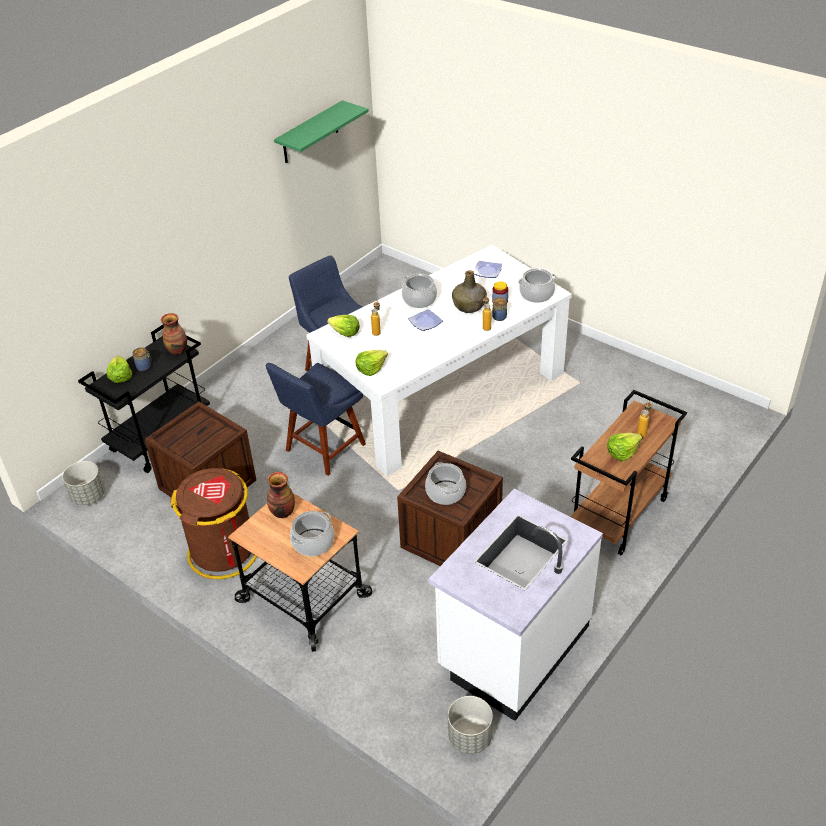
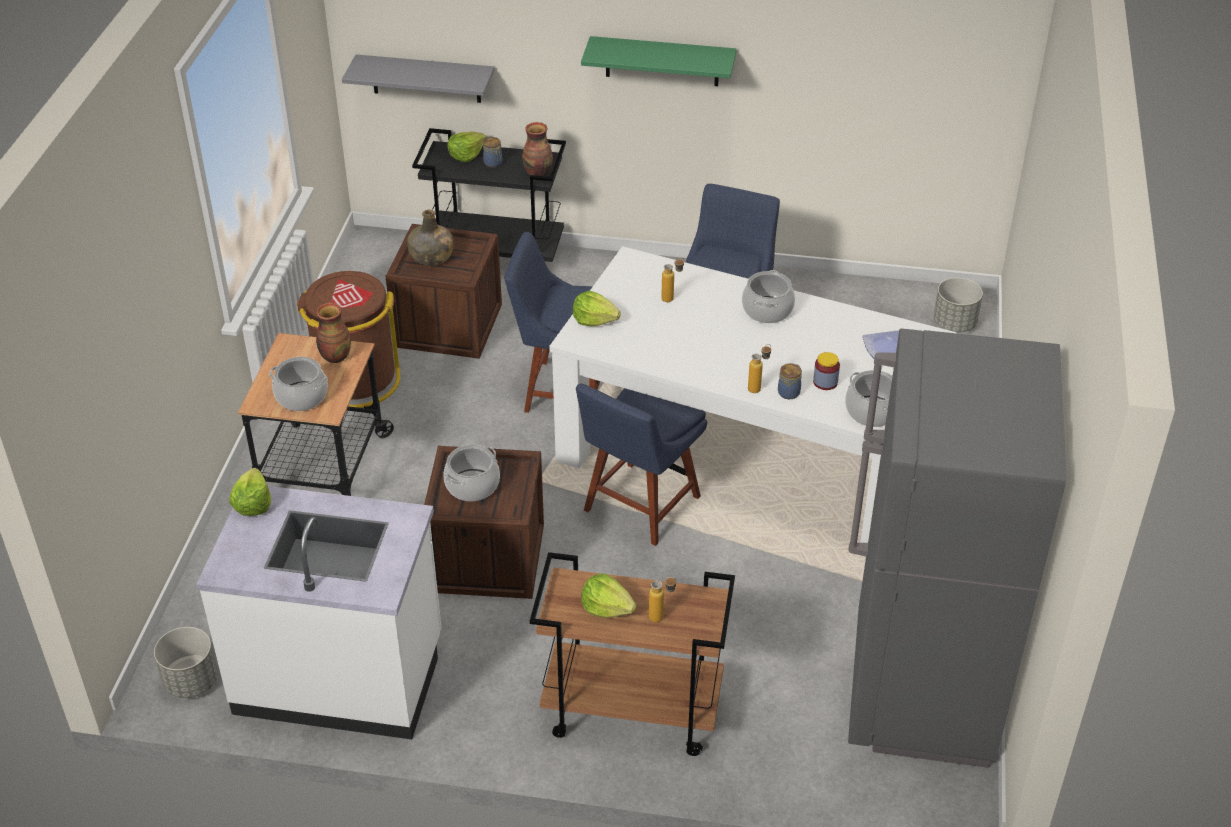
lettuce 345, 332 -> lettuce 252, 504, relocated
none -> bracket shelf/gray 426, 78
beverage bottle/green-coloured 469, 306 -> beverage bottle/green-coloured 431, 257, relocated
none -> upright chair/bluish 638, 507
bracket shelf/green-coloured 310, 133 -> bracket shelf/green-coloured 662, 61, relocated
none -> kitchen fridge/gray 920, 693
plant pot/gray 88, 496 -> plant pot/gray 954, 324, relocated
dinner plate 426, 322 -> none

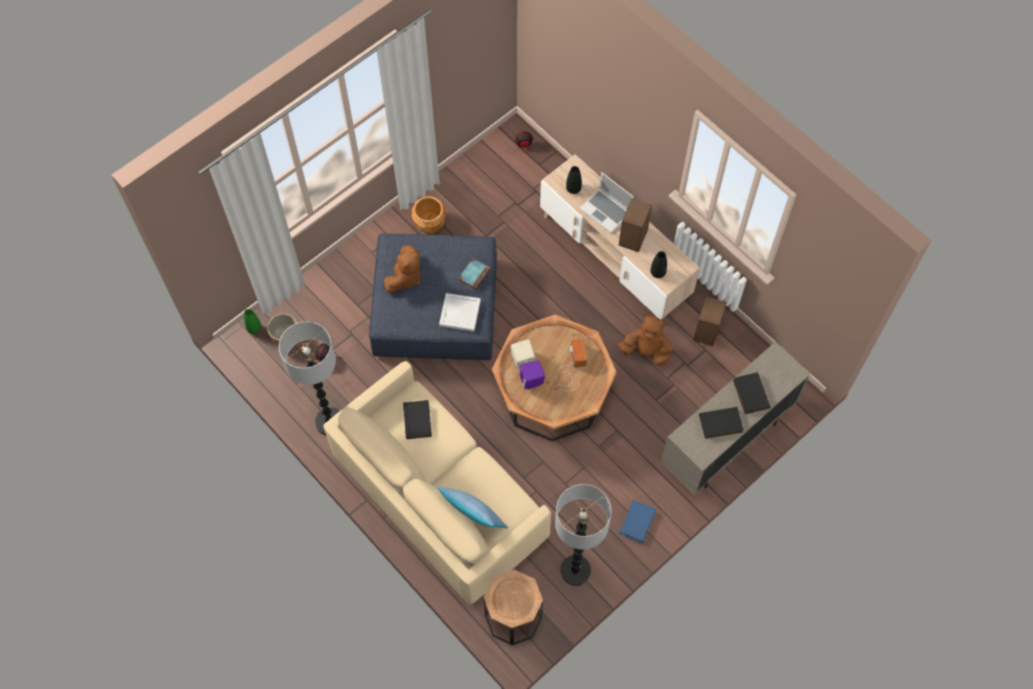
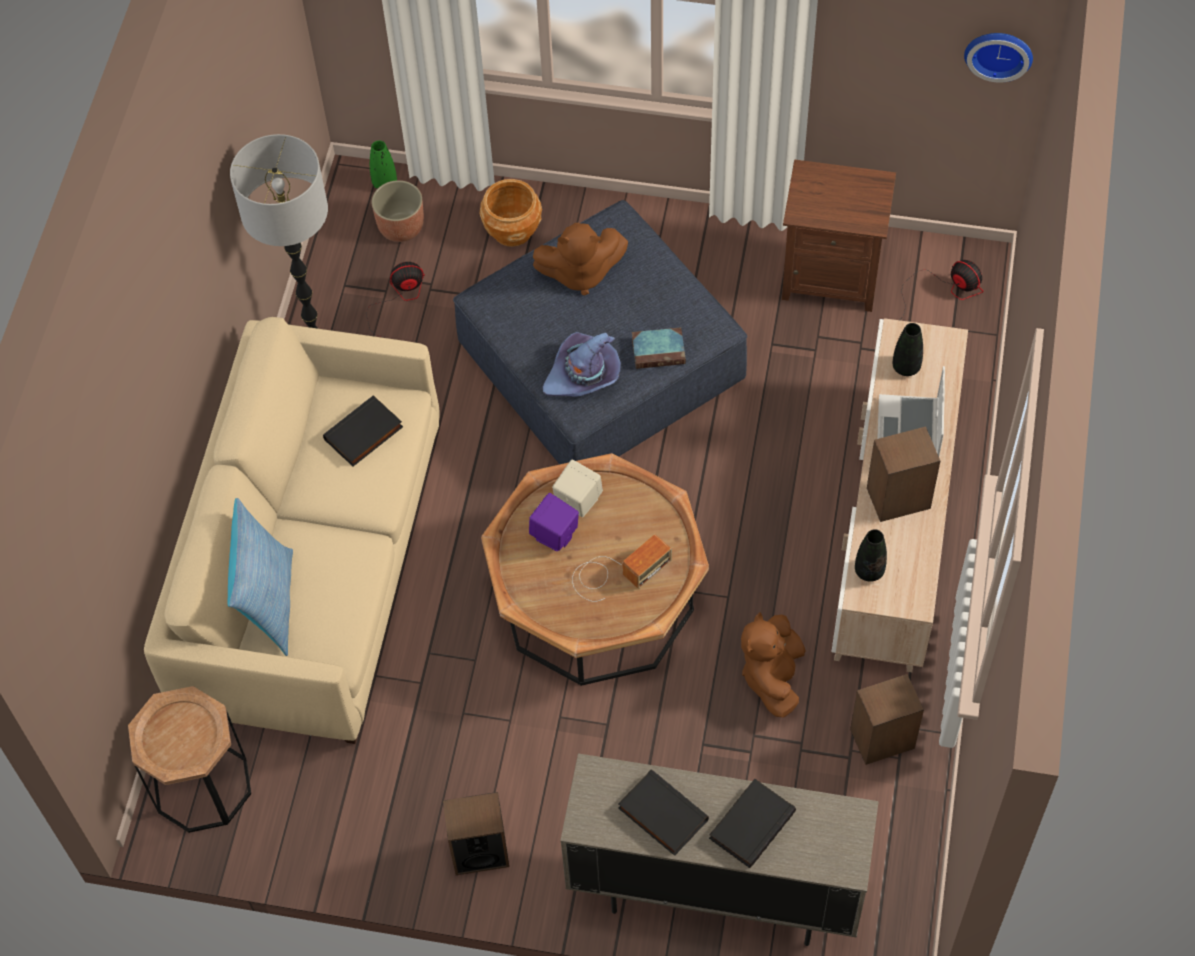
volume/bluish 636, 521 -> audio speaker 479, 851
plant pot/brown 429, 223 -> plant pot/brown 512, 230, relocated
carrying tray/white 460, 313 -> hat/purple-coloured 584, 375
soft toy/brown 646, 351 -> soft toy/brown 772, 676, 150 degrees counterclockwise
none -> nightstand/brown 831, 276
none -> hanging clock 999, 52
floor lamp 575, 571 -> none

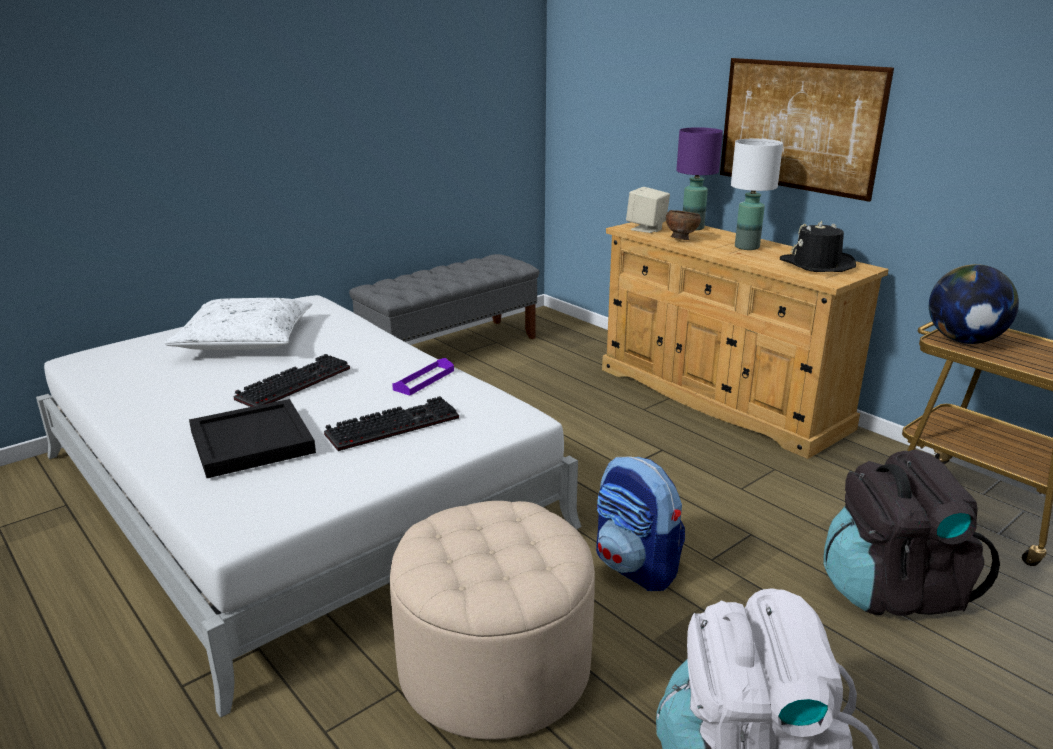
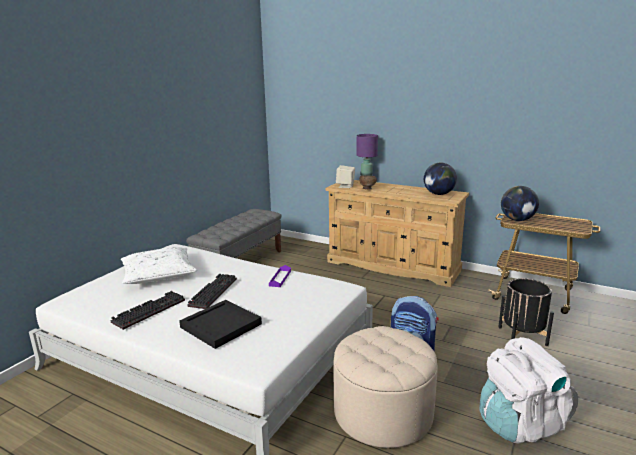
PC keyboard 394, 425 -> PC keyboard 149, 310, relocated
hat/blackish 817, 264 -> desk globe 439, 194
rucksack/blackish 892, 590 -> plant pot/blackish 522, 336
wall picture 798, 126 -> none
lamp for a table/white 746, 247 -> none

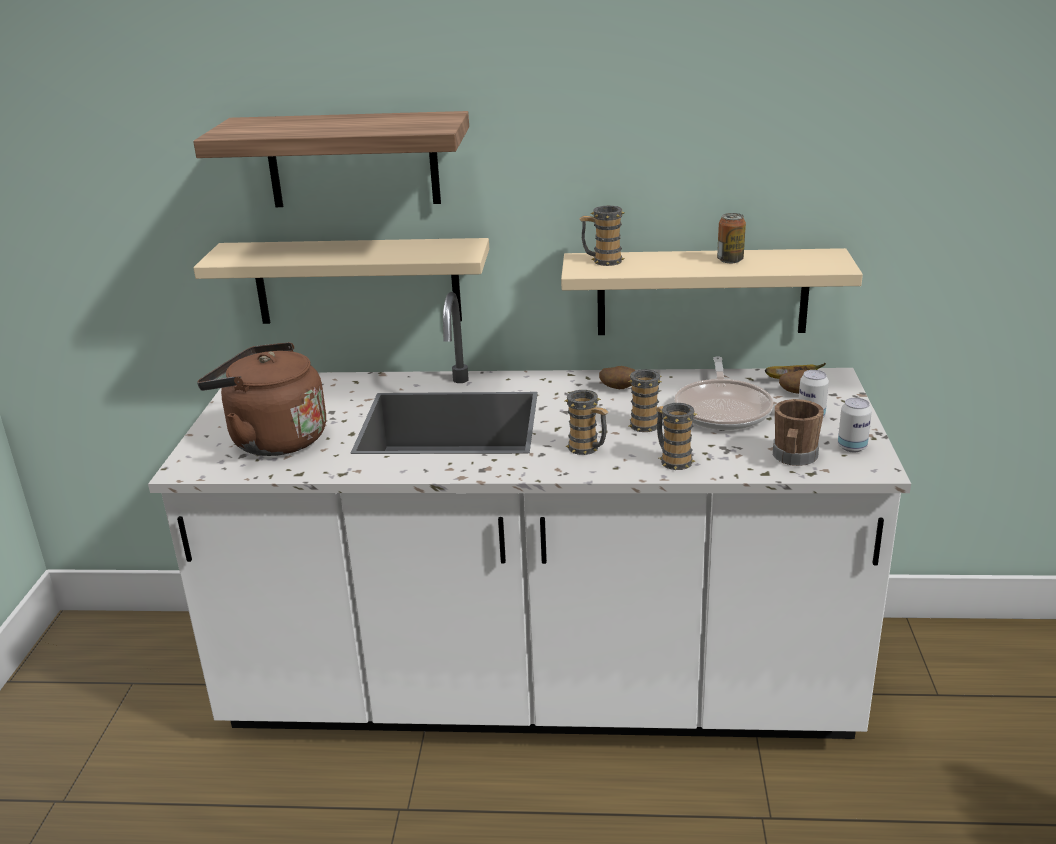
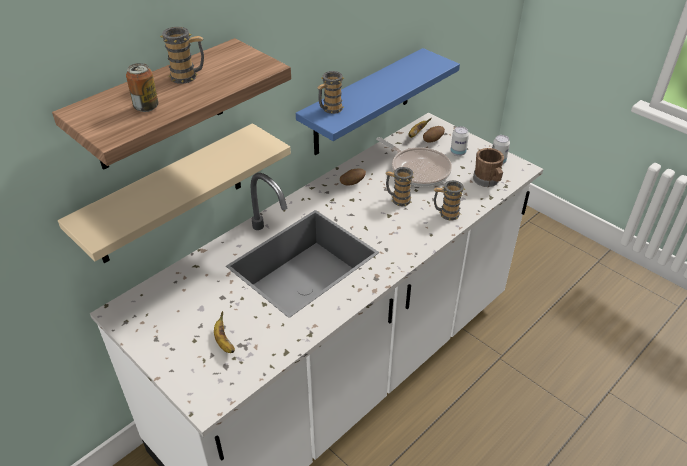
can 730, 260 -> can 146, 107, relocated
coffee mug 588, 449 -> coffee mug 188, 77, relocated
water kettle/brown 273, 440 -> banana fruit 223, 342
bracket shelf/sand-coloured 702, 292 -> bracket shelf/bluish 363, 103

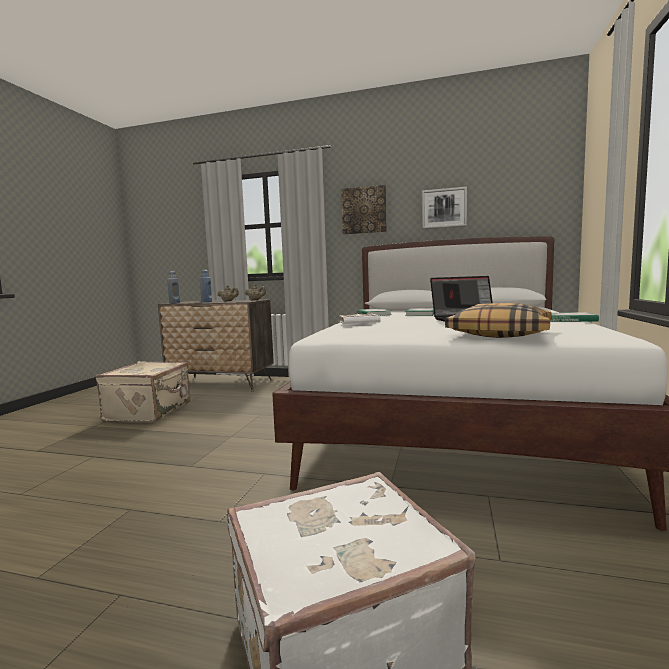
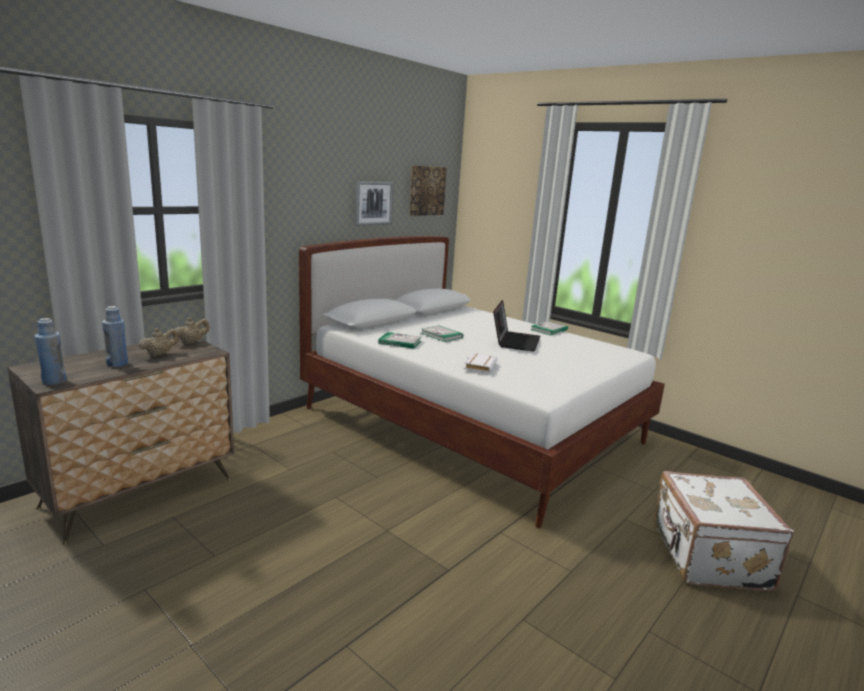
wall picture 364, 210 -> wall picture 426, 190, relocated
piece of luggage/sand-coloured 150, 412 -> none
pillow 499, 333 -> none

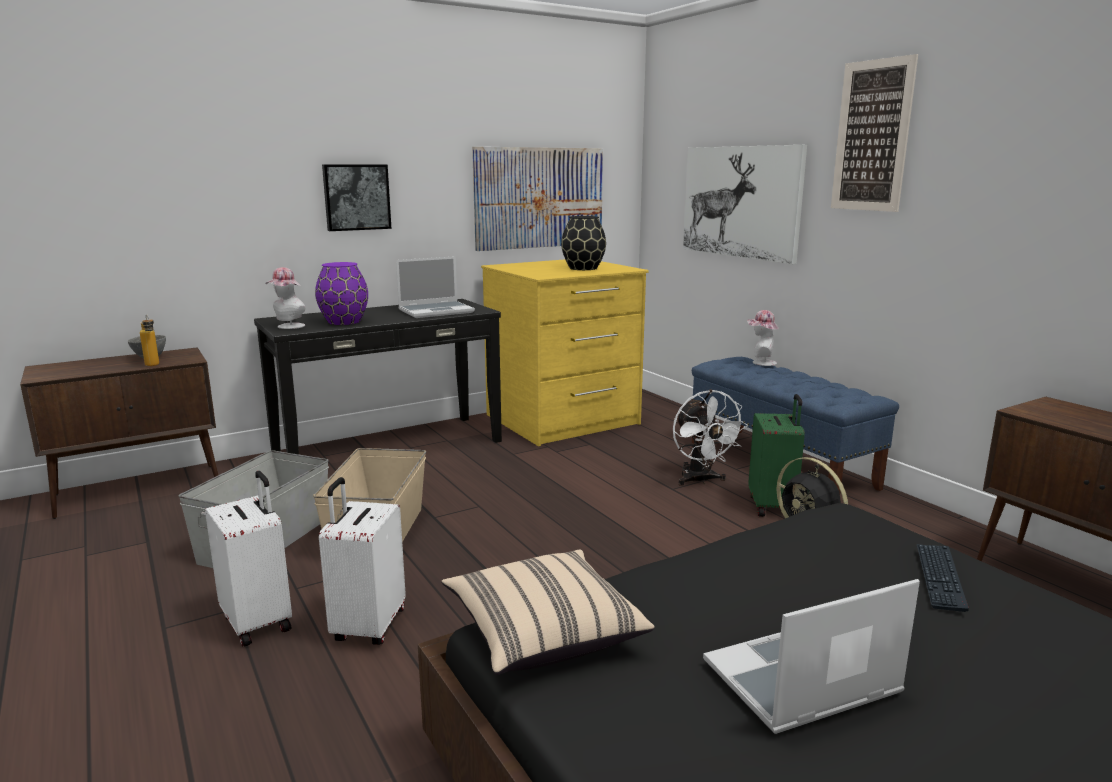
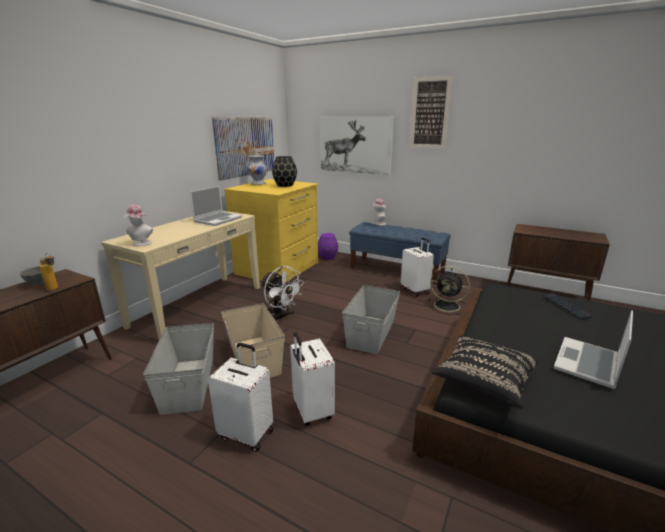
narrow table/blackish 388, 447 -> narrow table/sand-coloured 198, 306
none -> vase/white 259, 184
electric fan/white 700, 480 -> electric fan/white 281, 317, relocated
vase/purple-coloured 344, 321 -> vase/purple-coloured 327, 257, relocated
none -> storage box/gray 371, 333
piece of luggage/green-coloured 773, 506 -> piece of luggage/white 415, 290
pillow/sand-coloured 543, 633 -> pillow/blackish 483, 381
wall picture 356, 197 -> none

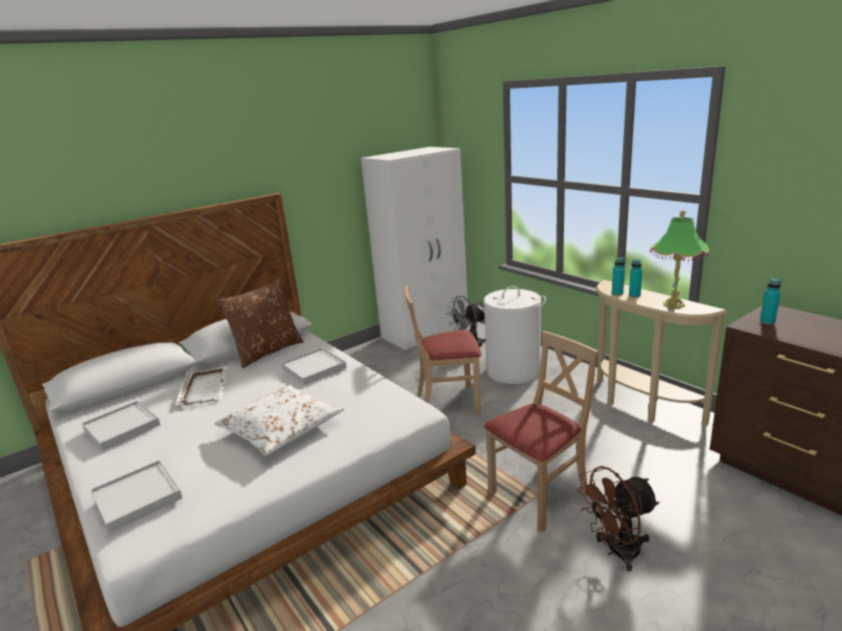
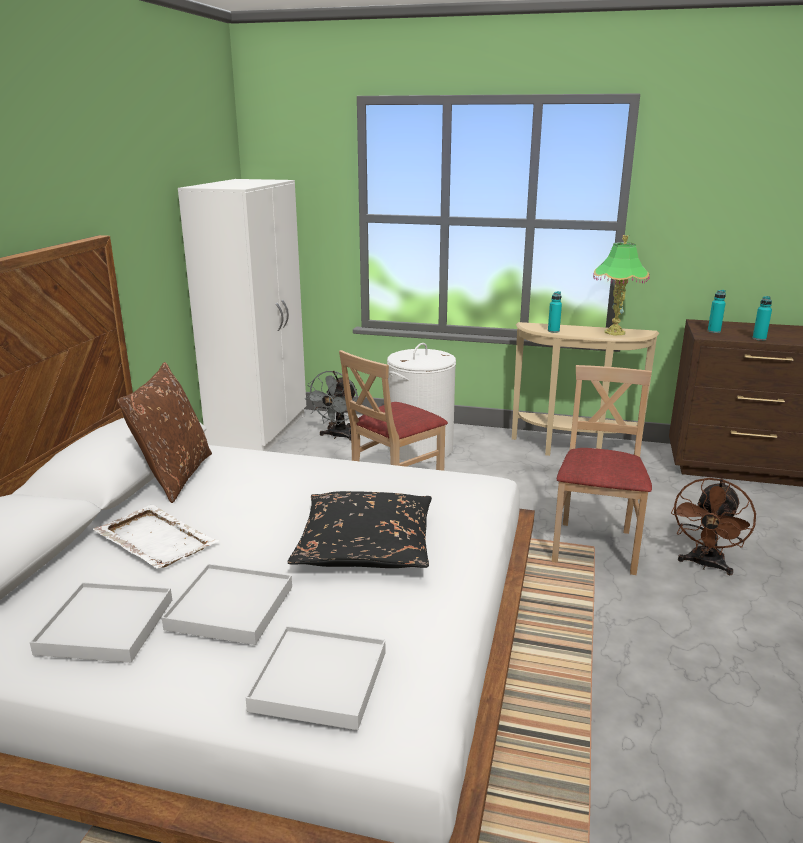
carrying tray/white 314, 368 -> carrying tray/white 230, 607, relocated
pillow/white 281, 429 -> pillow/blackish 365, 546
beverage bottle/turquoise 634, 295 -> beverage bottle/turquoise 759, 339, relocated

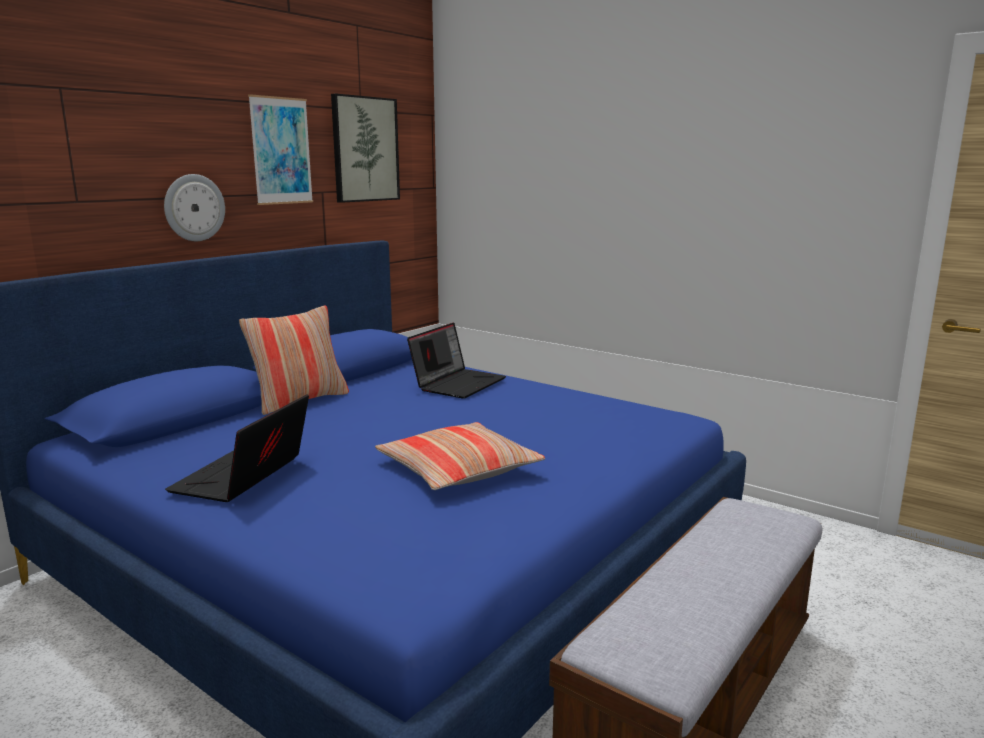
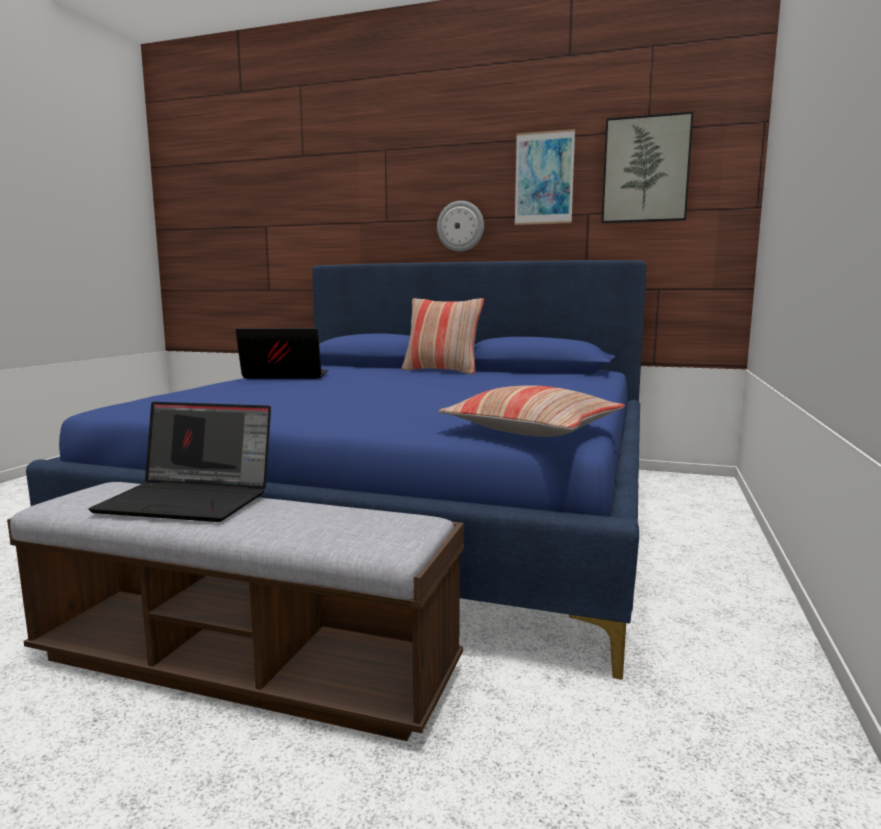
laptop 458, 383 -> laptop 191, 500, relocated
pillow 458, 470 -> pillow 533, 430, relocated

